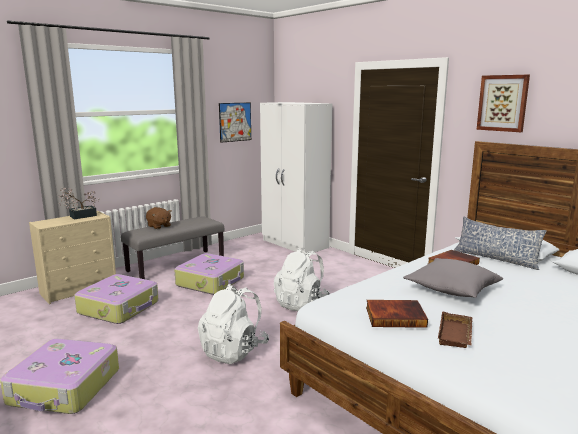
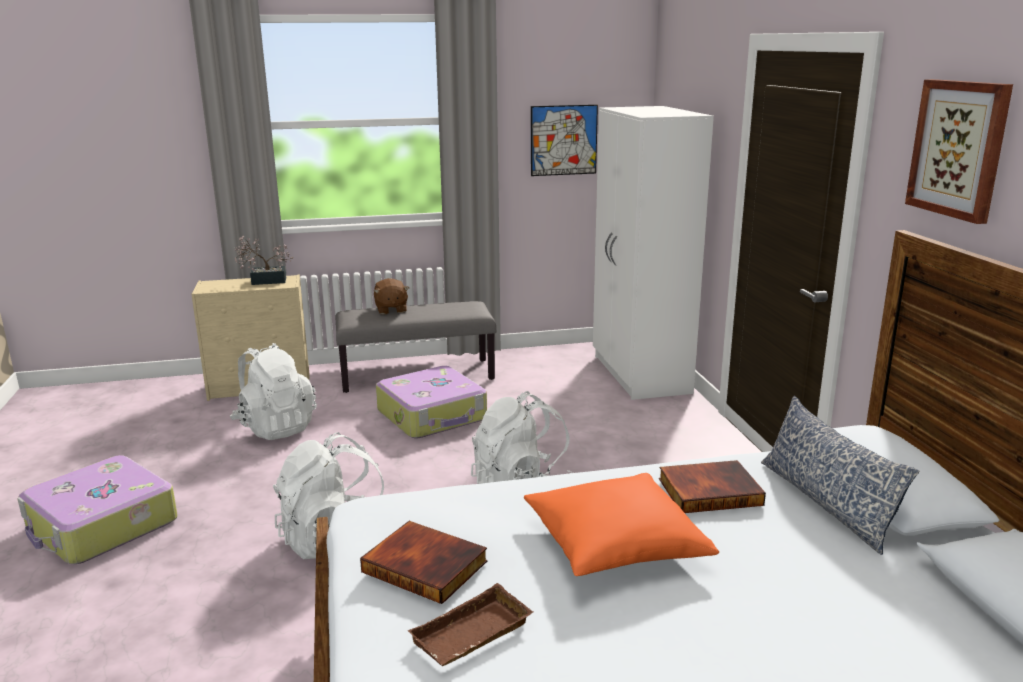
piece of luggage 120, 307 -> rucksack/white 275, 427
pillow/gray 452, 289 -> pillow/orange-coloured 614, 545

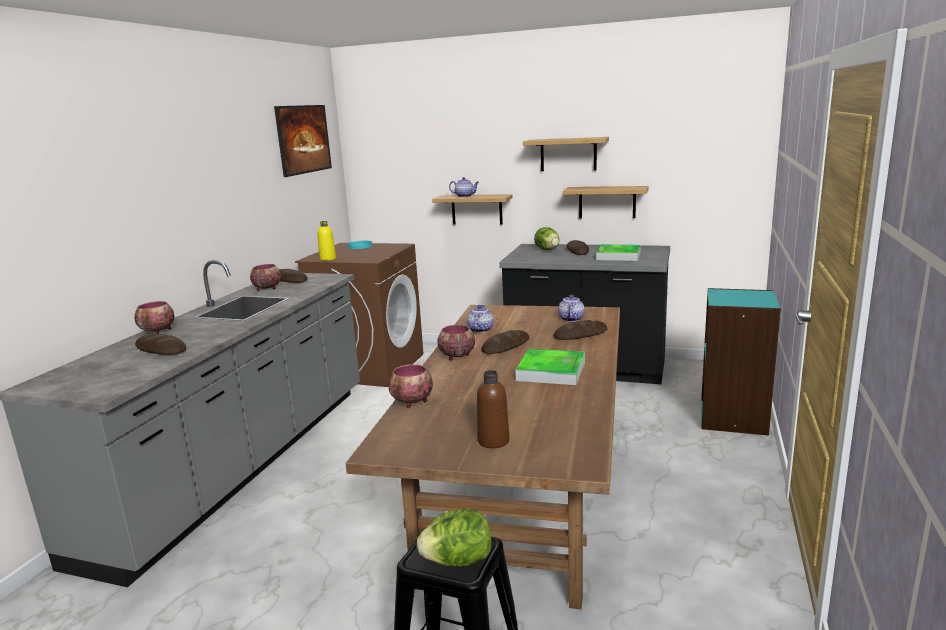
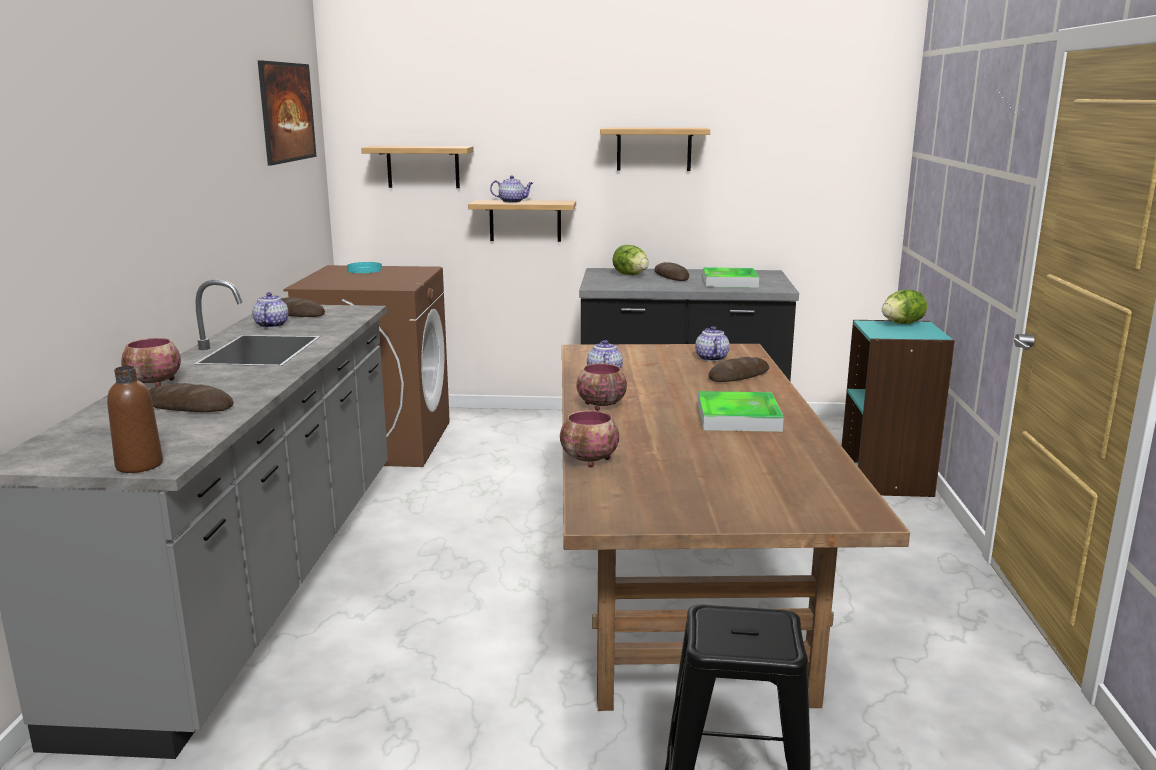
beverage bottle/brown 493, 441 -> beverage bottle/brown 139, 465, relocated
serving bowl 267, 288 -> tea pot 271, 325
bracket shelf 607, 202 -> bracket shelf 423, 167, relocated
lettuce 458, 561 -> lettuce 902, 323, relocated
beverage bottle/yellow-coloured 328, 259 -> none
bread 506, 346 -> none

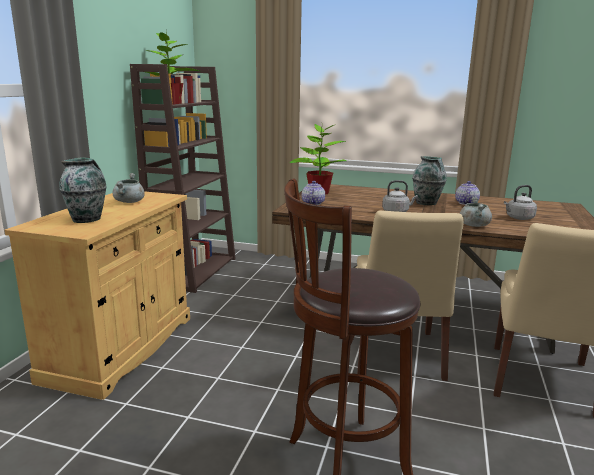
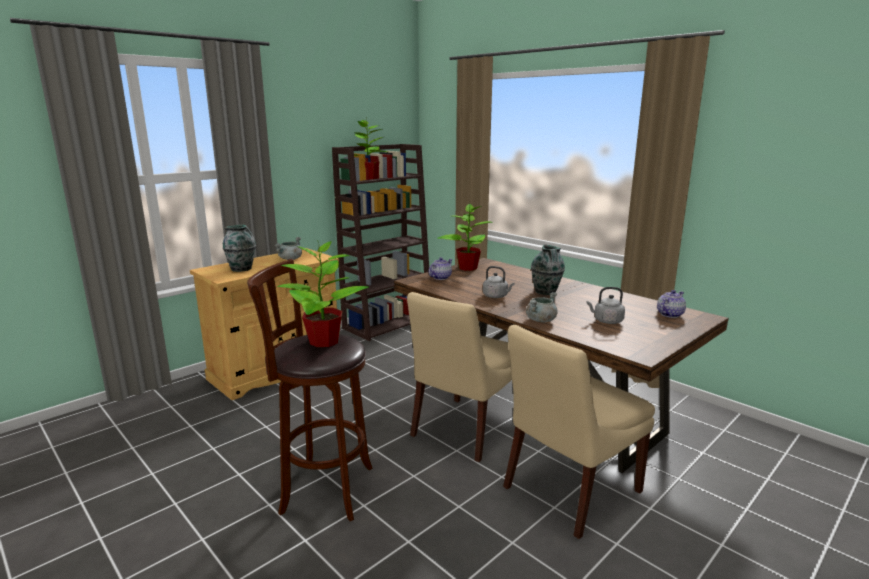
none -> plant in a pot 323, 341
tea pot 466, 203 -> tea pot 669, 314, relocated

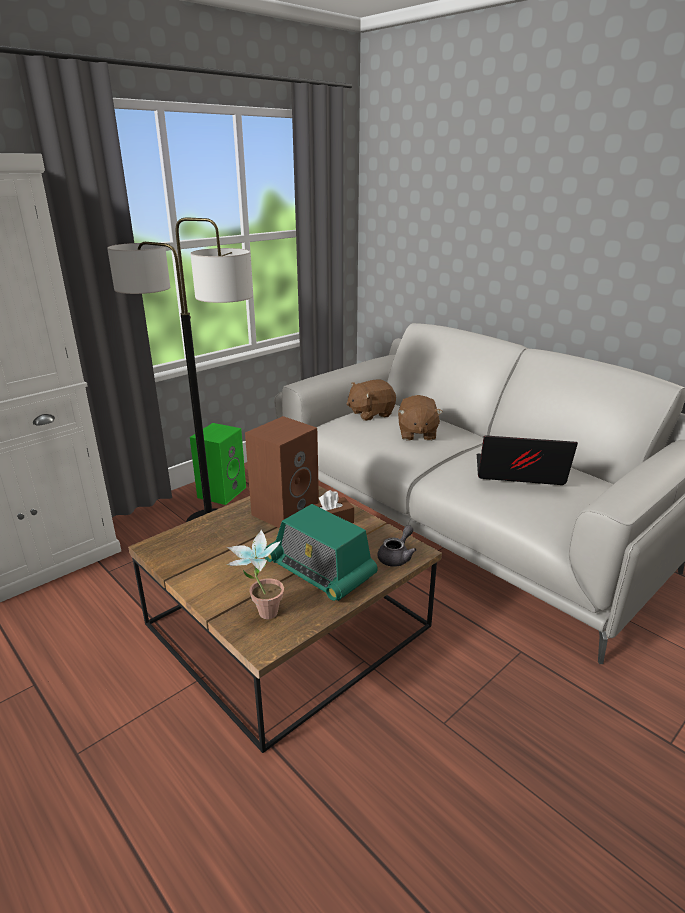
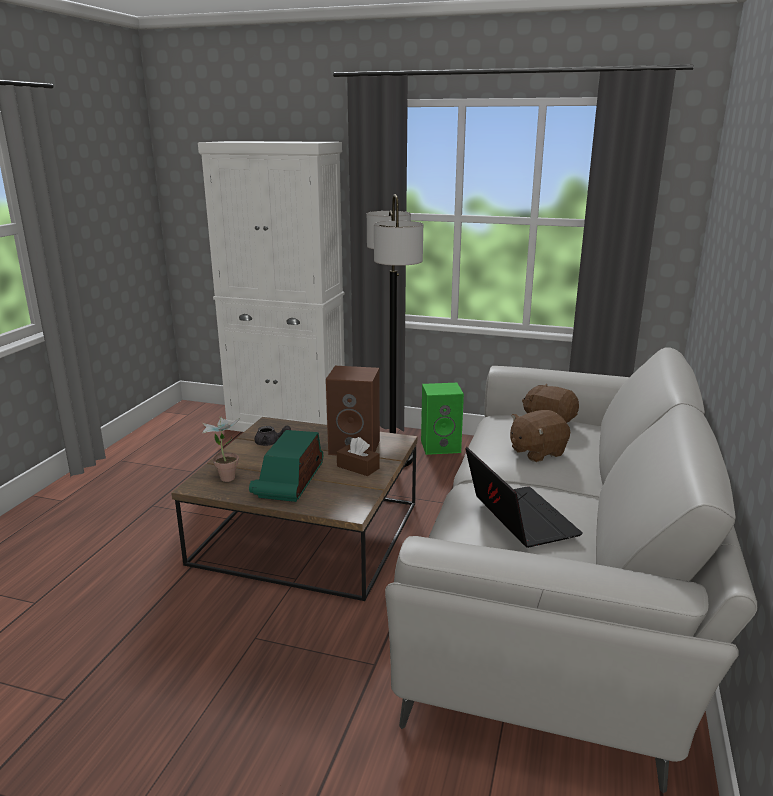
tea pot/gray 397, 557 -> tea pot/gray 270, 443, relocated

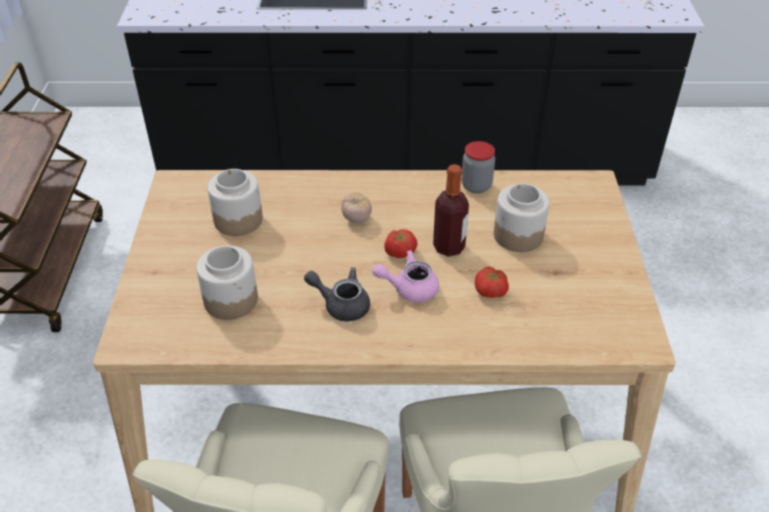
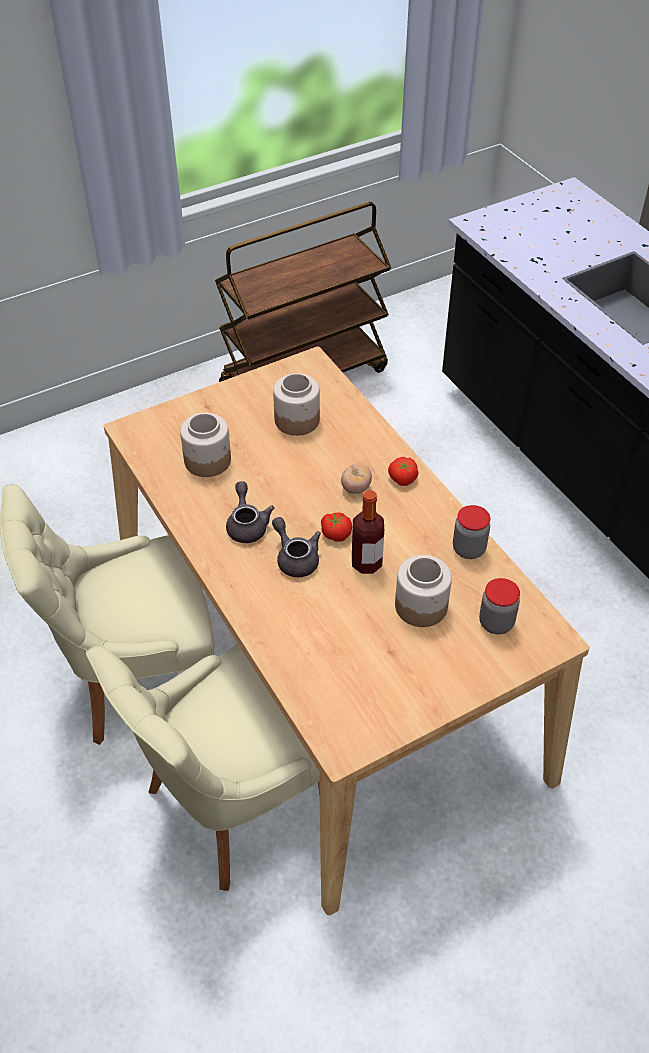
tea pot/pink-coloured 409, 288 -> tea pot/gray 295, 558
tomato 490, 291 -> tomato 402, 478, relocated
none -> preserve jar 496, 623

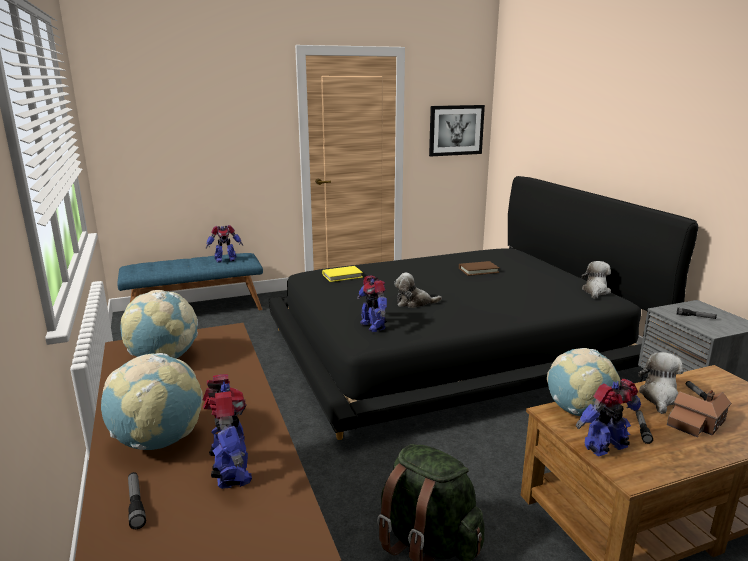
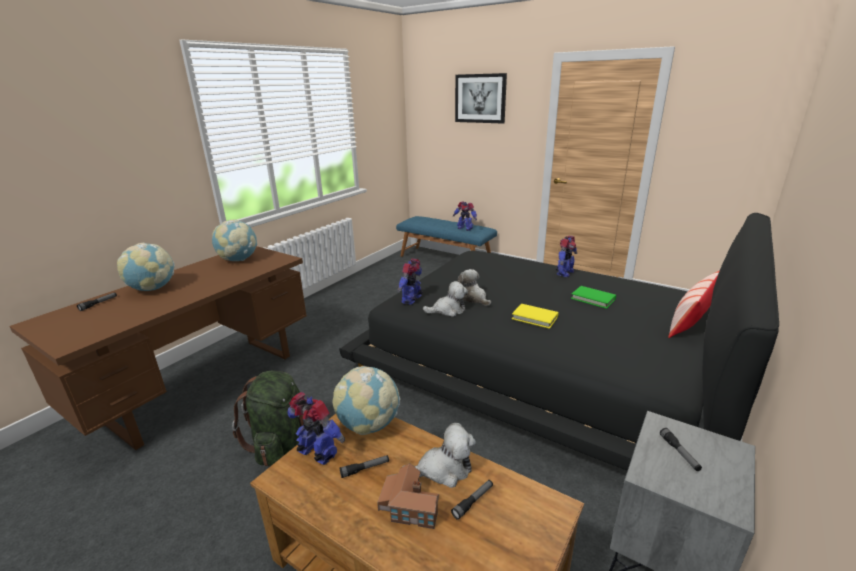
soft toy 595, 291 -> soft toy 448, 310, relocated
wall picture 456, 130 -> wall picture 480, 98, relocated
volume/yellow-coloured 342, 276 -> volume/yellow-coloured 534, 318, relocated
model robot 231, 472 -> model robot 564, 273, relocated
volume/brown 478, 270 -> volume/green-coloured 593, 299
none -> pillow 690, 321

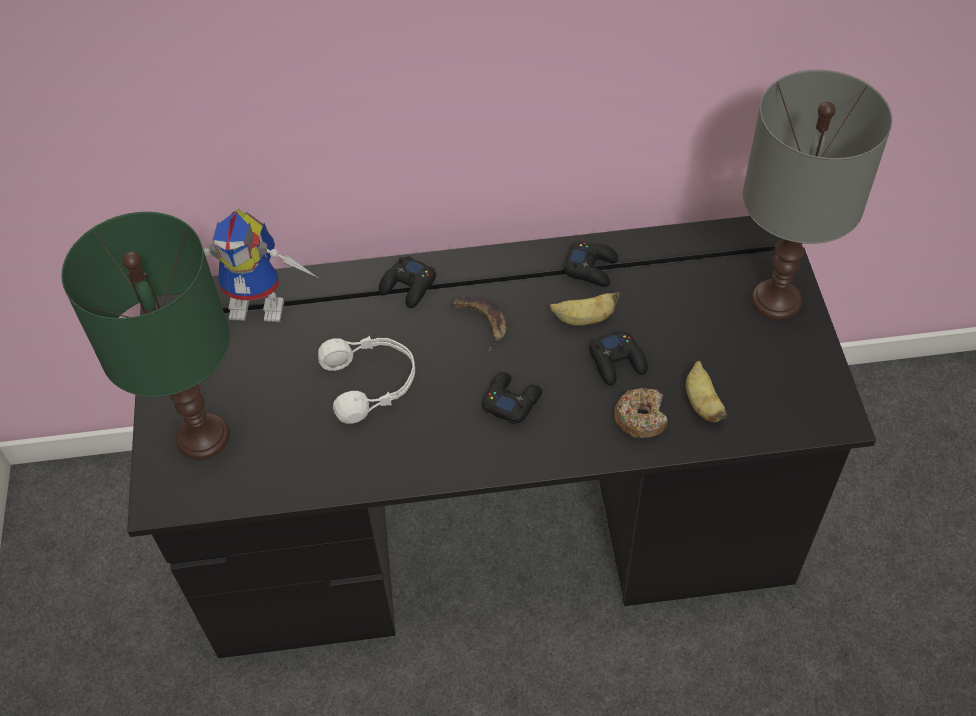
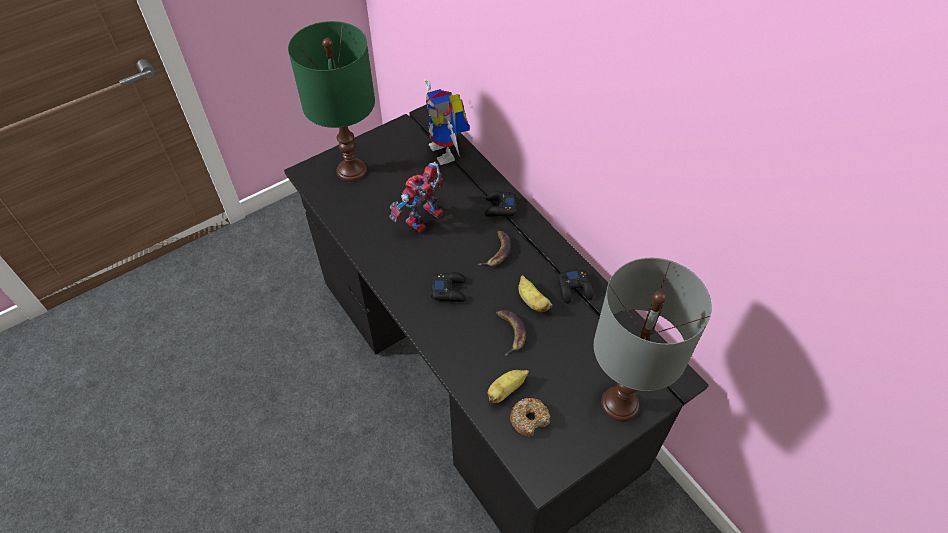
headset/white 371, 383 -> model robot 424, 221
gamepad/blackish 617, 362 -> banana fruit 510, 332
donut 641, 418 -> donut 529, 419, relocated

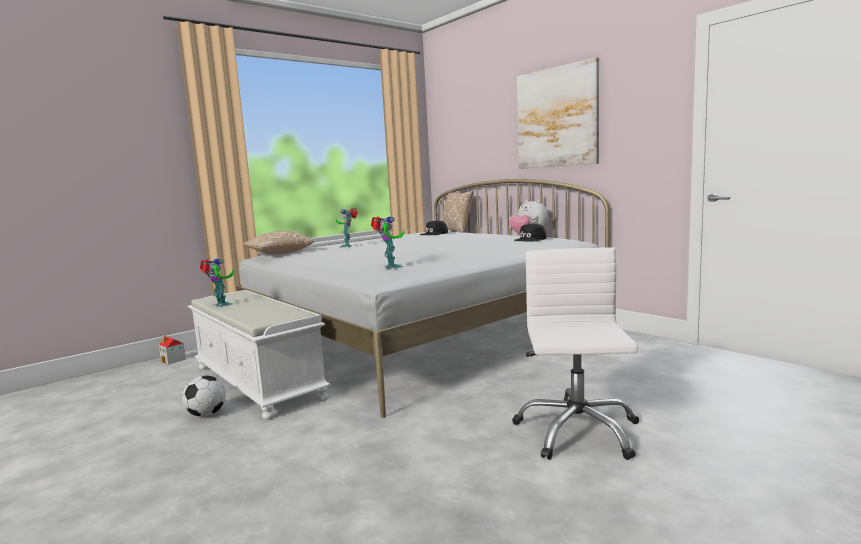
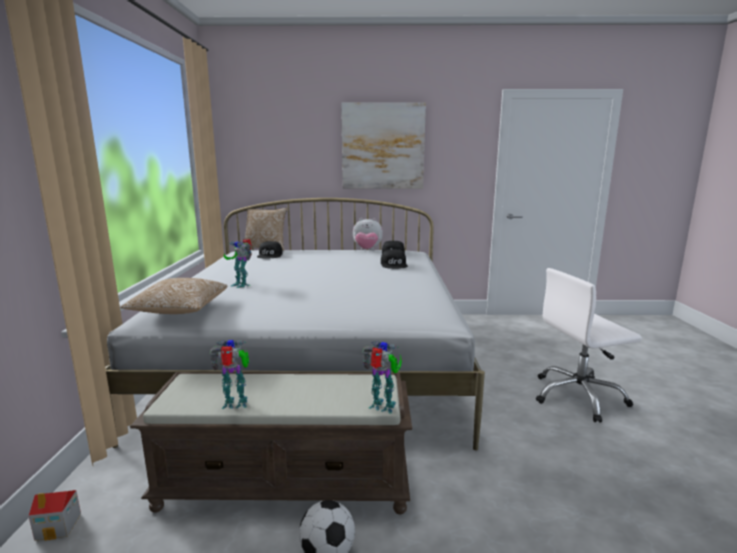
indoor bench/white 259, 382 -> indoor bench/brown 287, 482
model robot 390, 267 -> model robot 383, 407, relocated
none -> cap/blackish 394, 265
office chair/white 576, 431 -> office chair/white 578, 397, 60 degrees counterclockwise

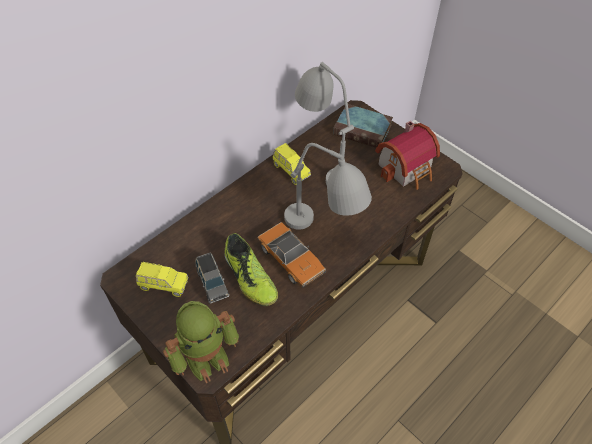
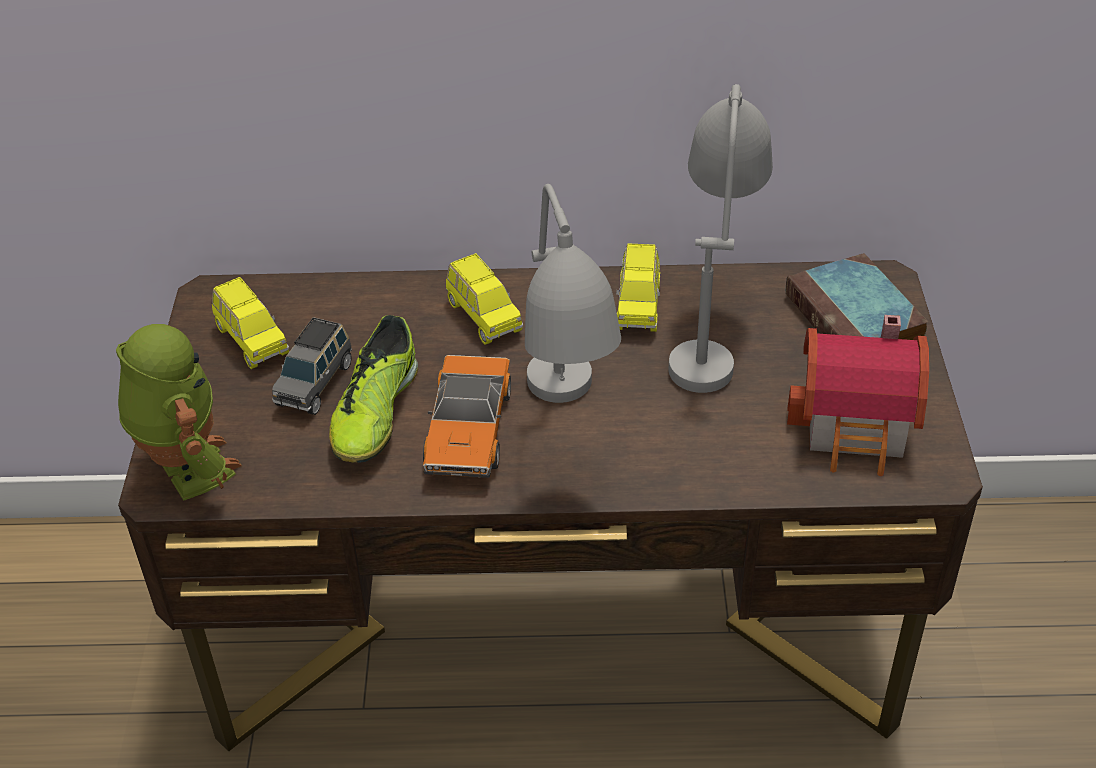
model robot 206, 356 -> model robot 187, 470, 135 degrees counterclockwise
none -> model car/yellow-coloured 483, 316

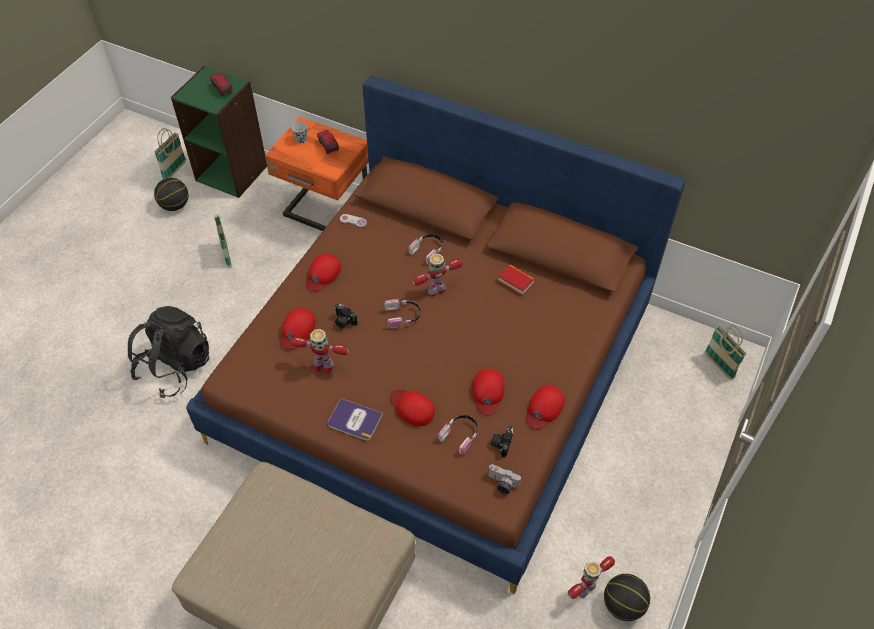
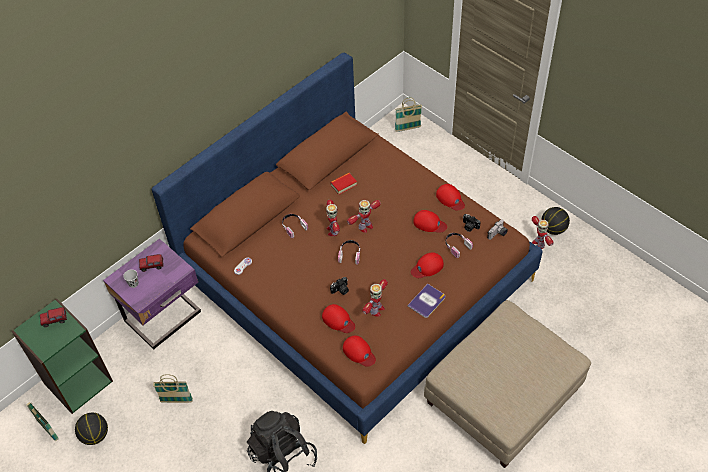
nightstand/orange-coloured 326, 212 -> nightstand/purple-coloured 164, 318
cap/reddish 322, 274 -> cap/reddish 359, 352, relocated
none -> model robot 365, 227

